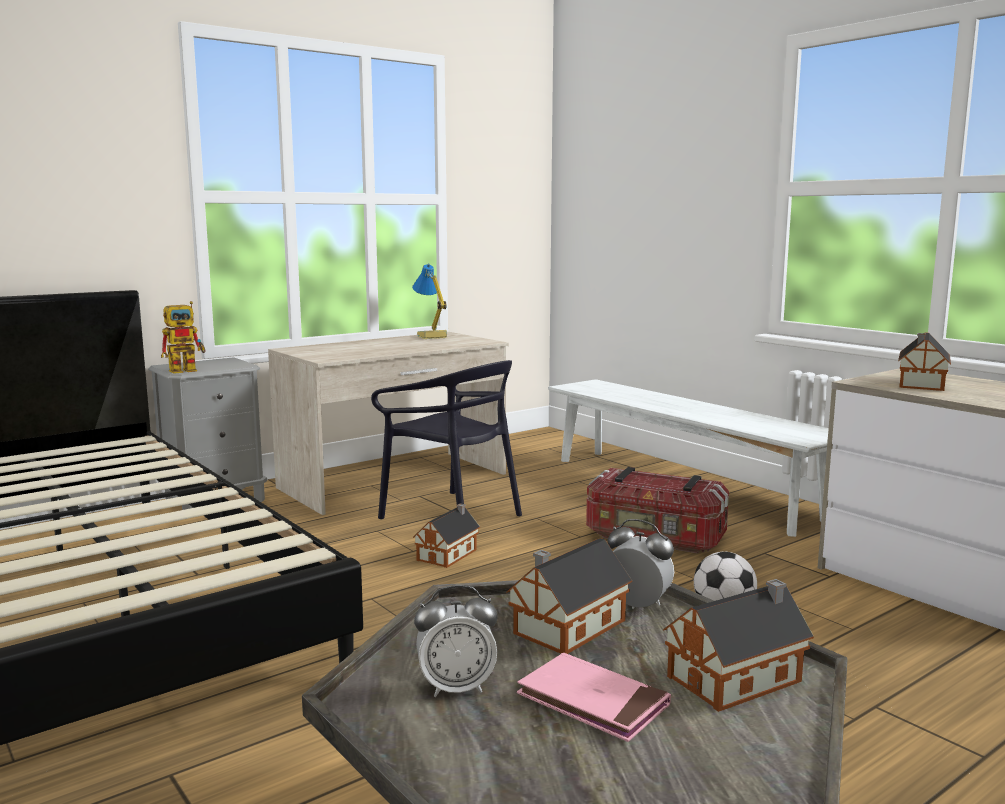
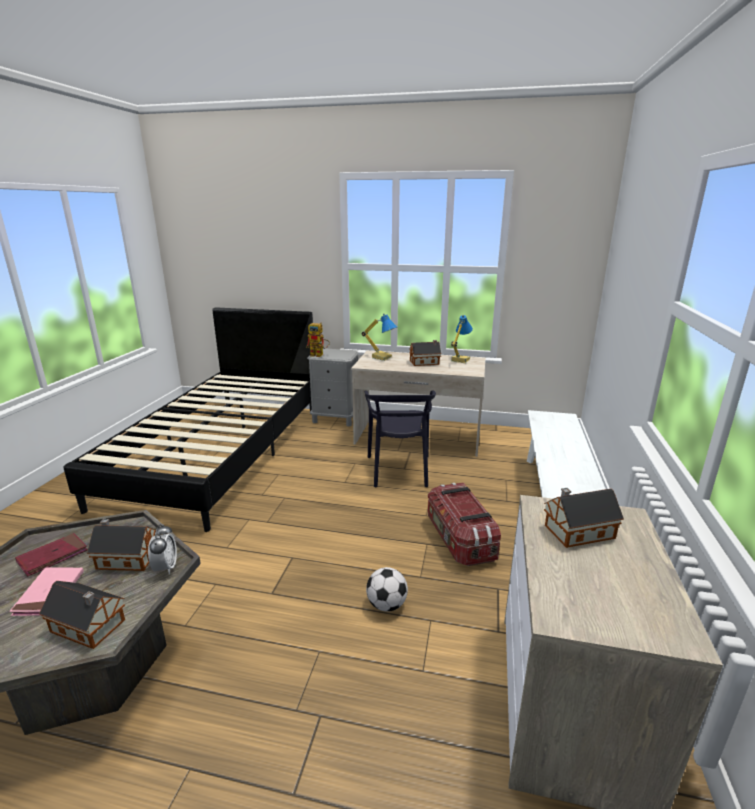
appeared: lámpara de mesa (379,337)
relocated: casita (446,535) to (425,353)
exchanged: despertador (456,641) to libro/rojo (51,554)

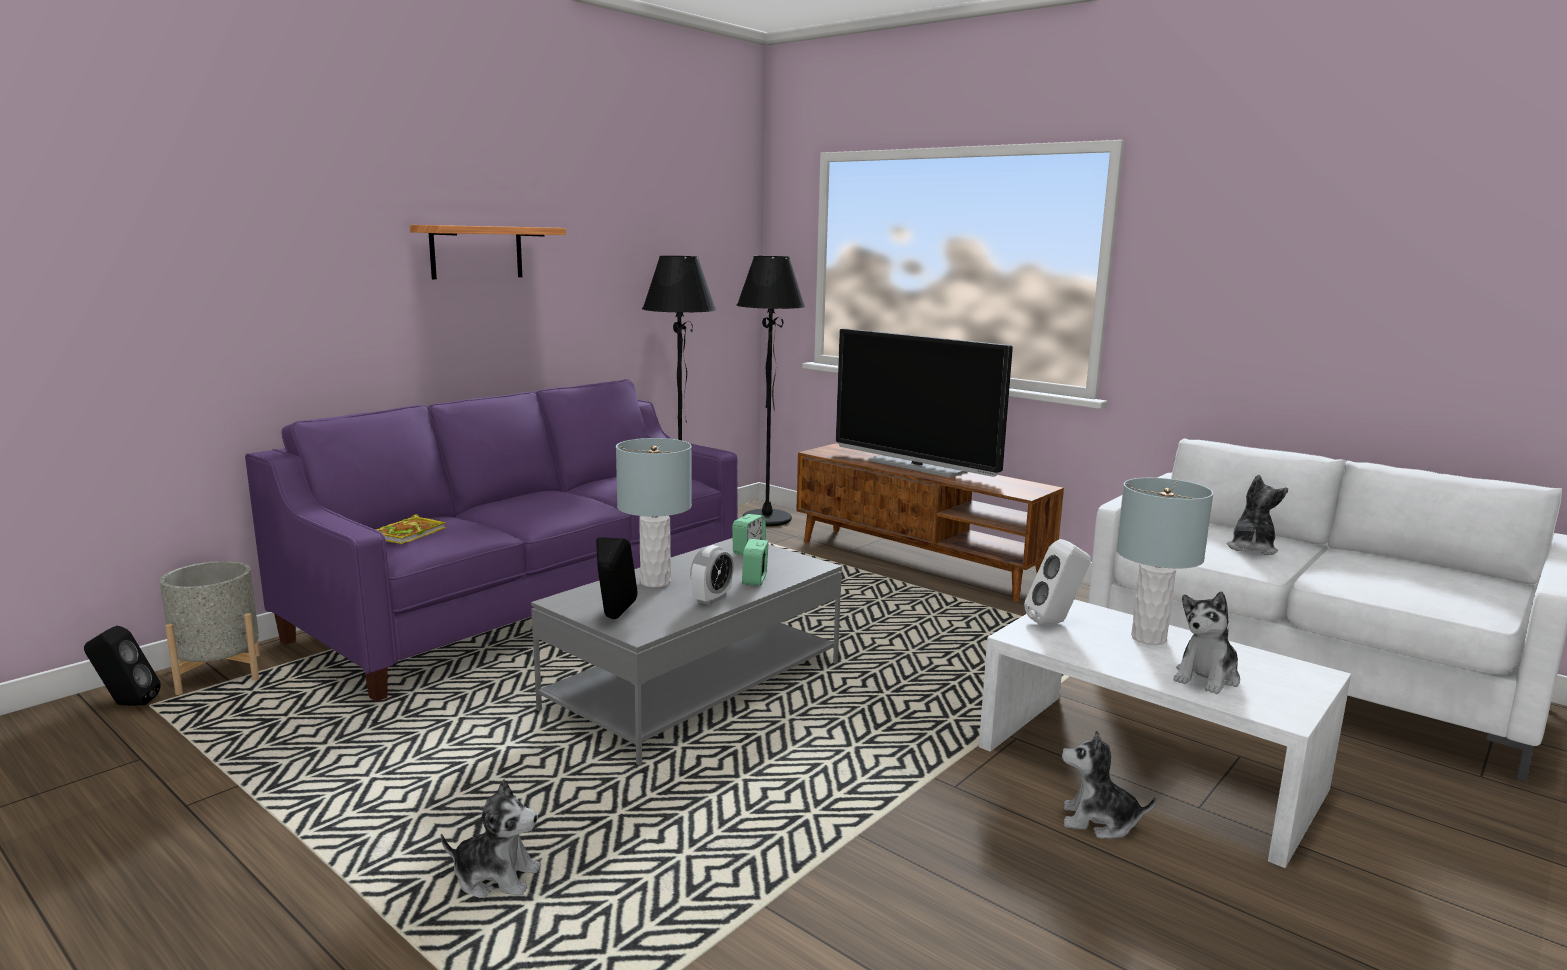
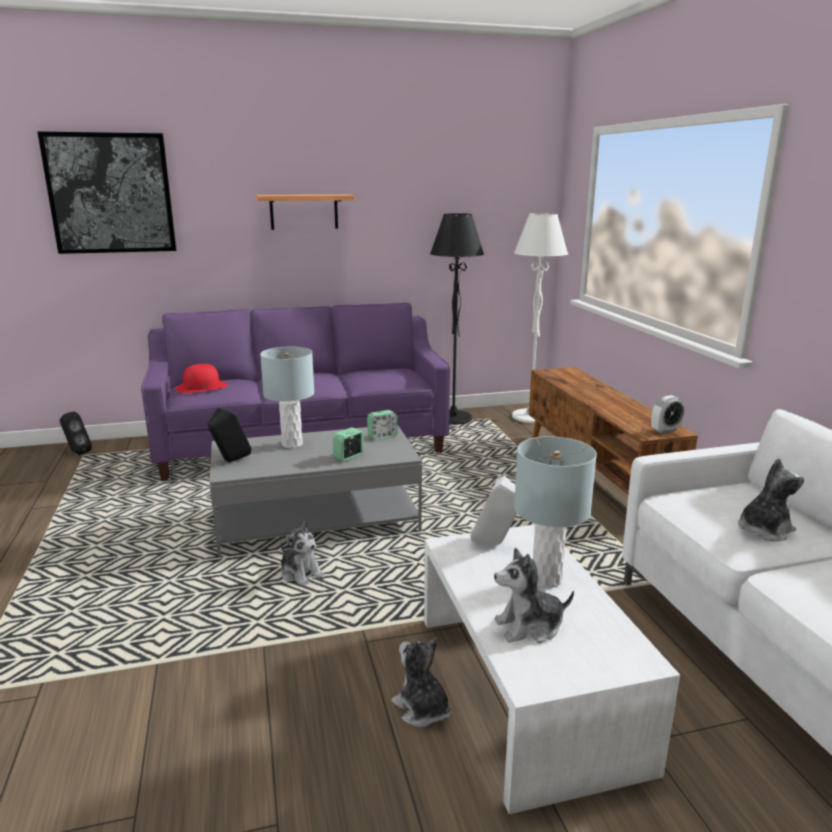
missing: maceta/gris (210,628); televisor (924,403)
appeared: cuadro (106,192)
relocated: peluche (491,838) to (302,553); despertador (712,575) to (667,414)
exchanged: libro (410,529) to sombrero/rojo (202,378)
colour: lámpara de pie/negro (771,391) to lámpara de pie/blanco (540,318)

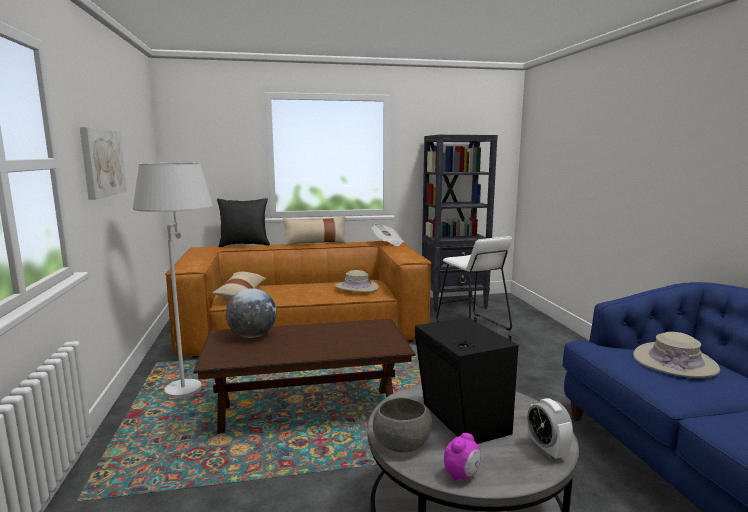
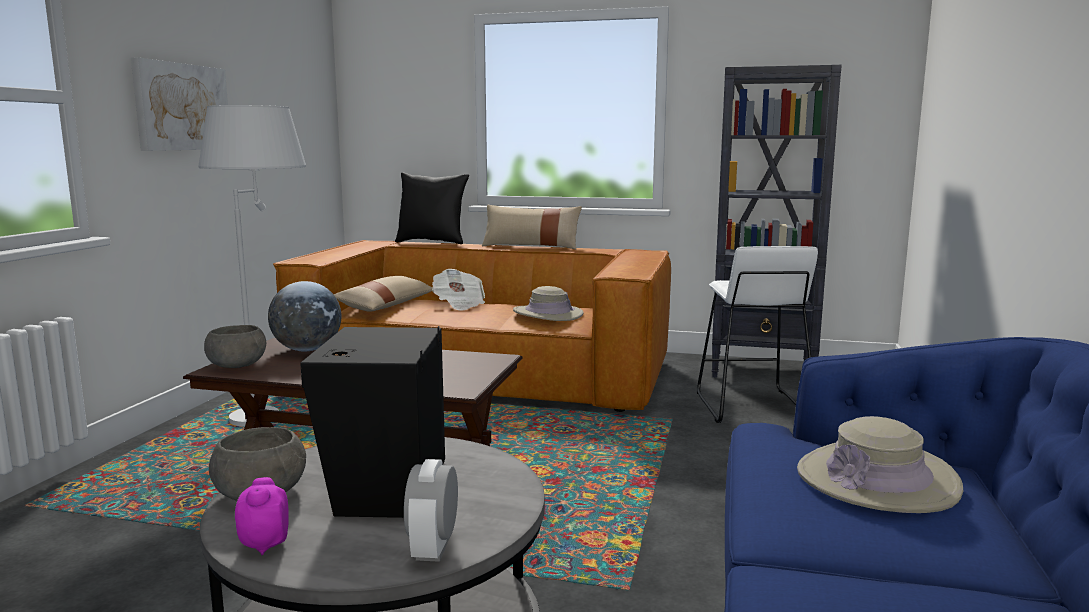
appeared: cuenco/gris (235,346)
relocated: periódico (388,235) to (458,290)
spun: despertador (462,457) = (262,516) 105 degrees clockwise

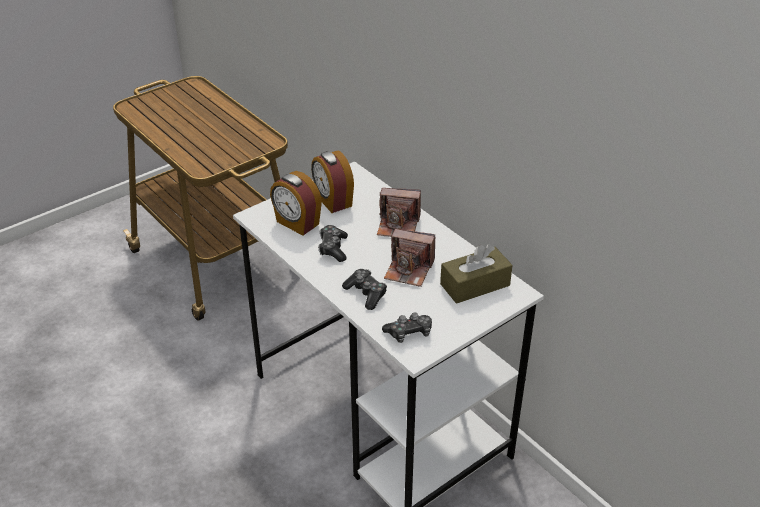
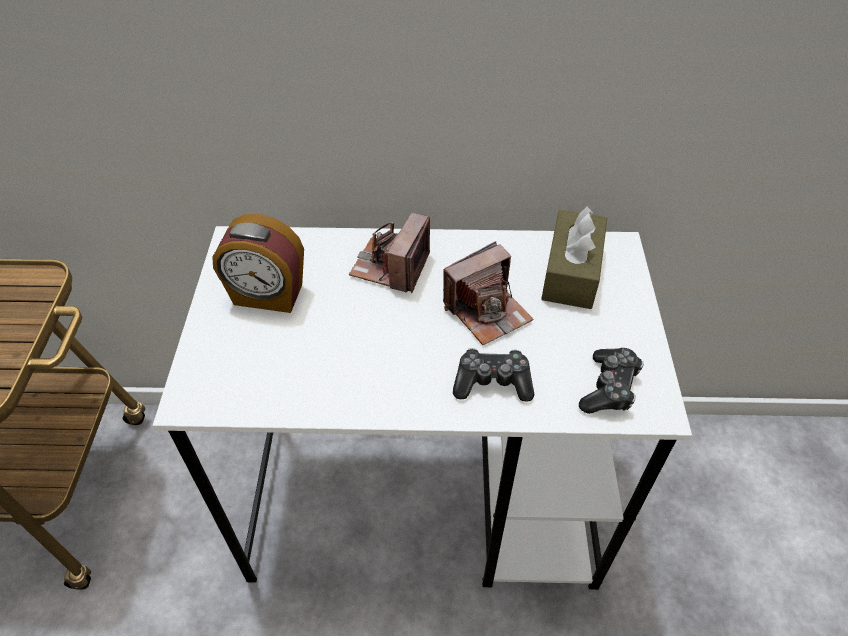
missing: despertador (296,203); mando de consola (333,243)
spun: cámara (399,212) = (389,252) 150 degrees clockwise

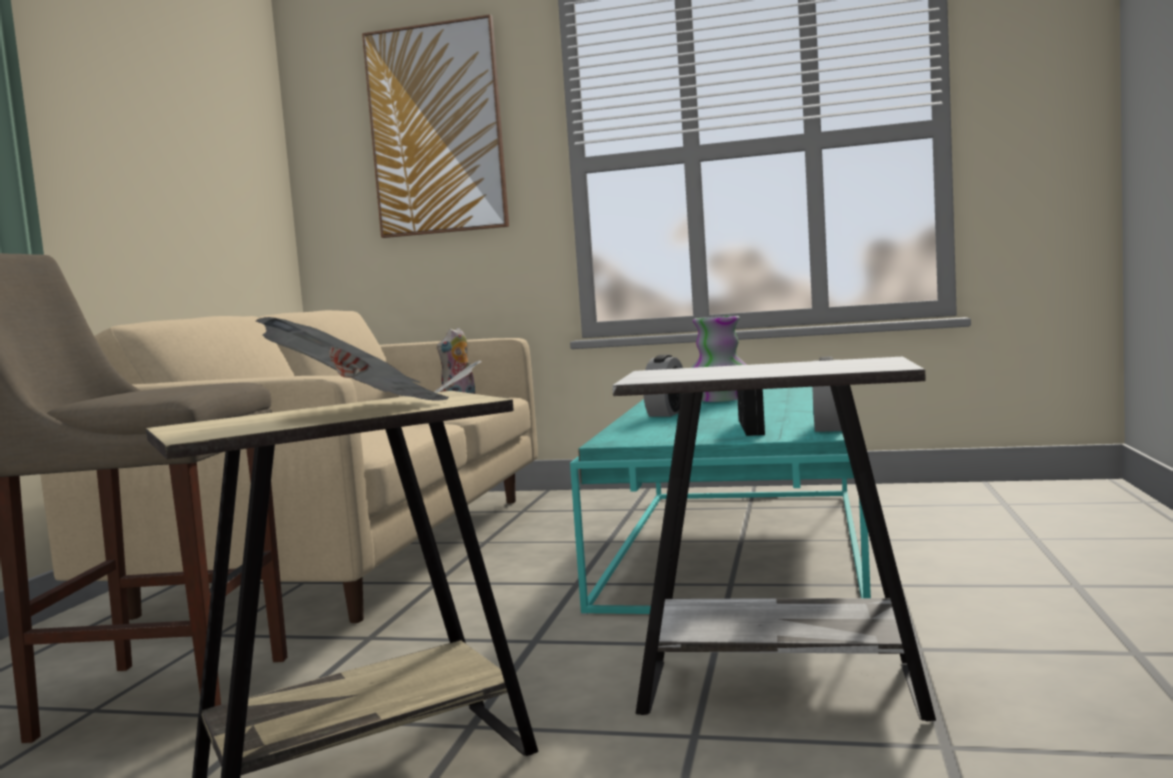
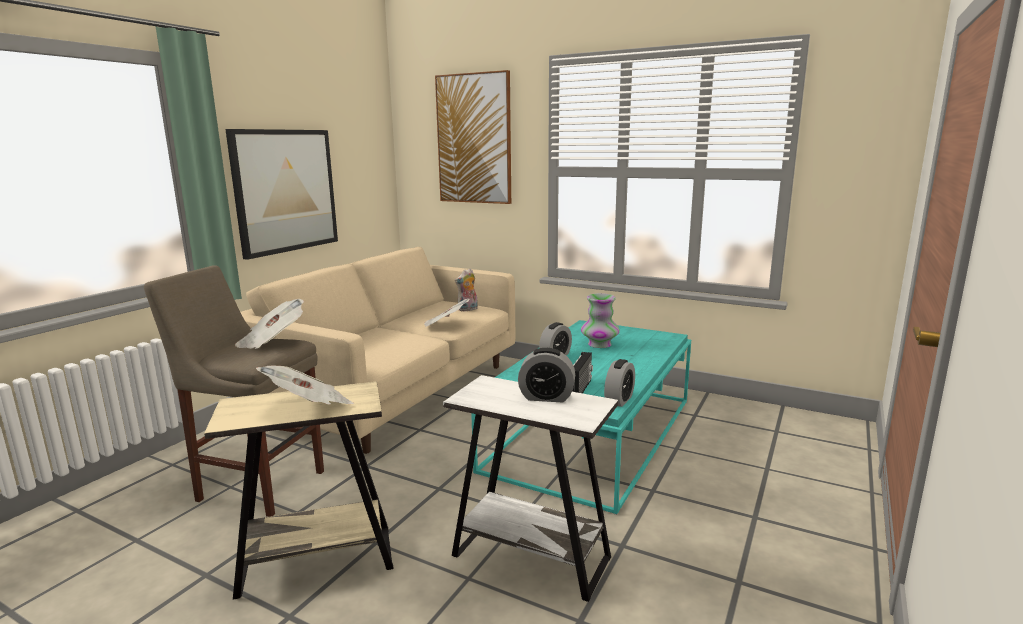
appeared: cuadro (281,194); periódico (269,324); despertador (546,375)

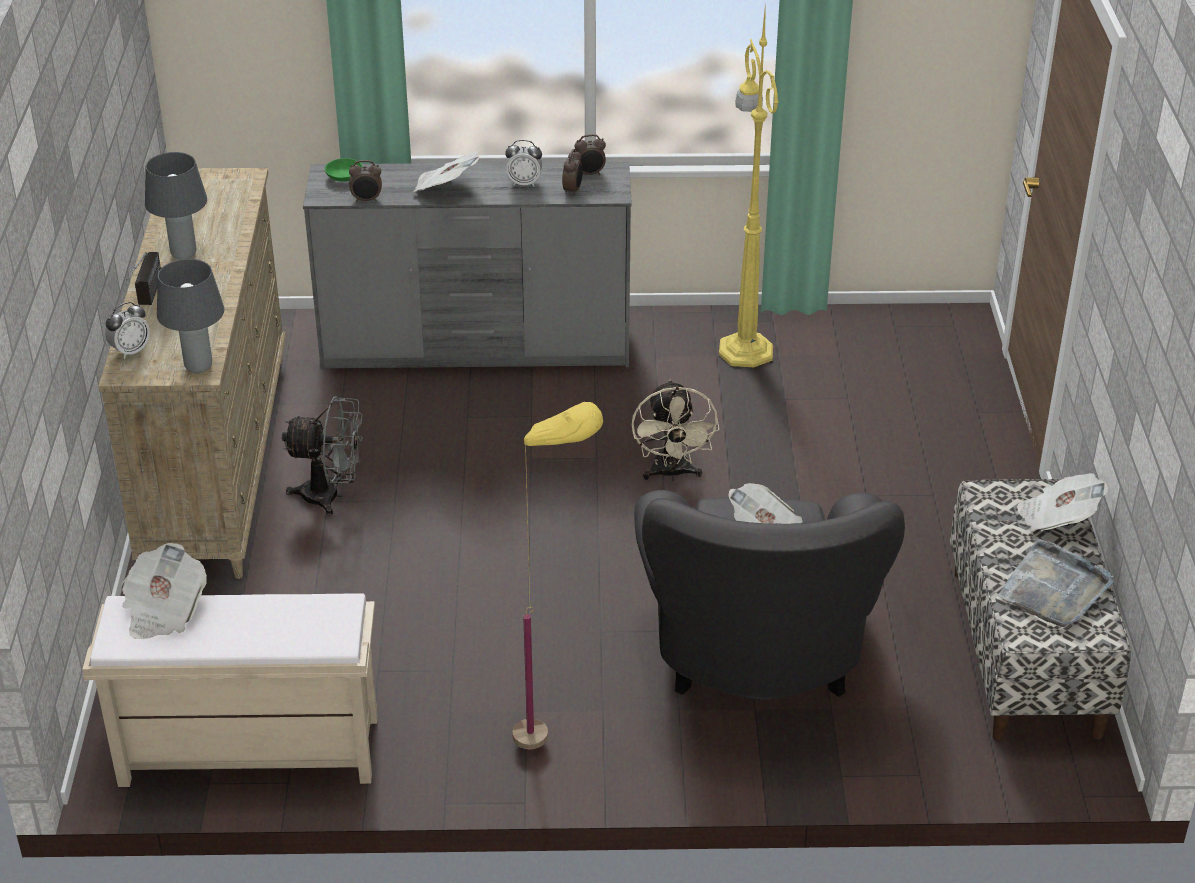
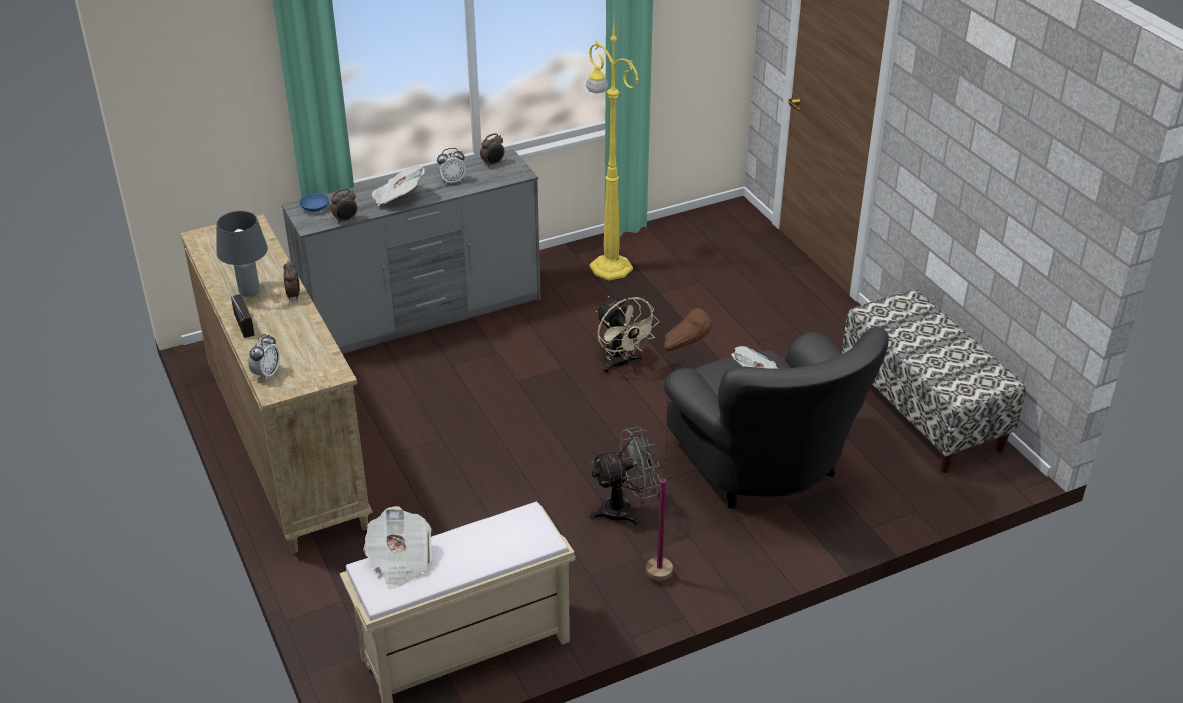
missing: lámpara de mesa/gris (190,316); bandeja/gris (1056,583); periódico (1062,502)
relocated: despertador (572,172) to (291,280); ventilador/gris (322,456) to (625,476)
colour: cuenco/verde (344,170) to cuenco/azul (314,202); lámpara de pie/amarillo (557,575) to lámpara de pie/marrón (679,444)

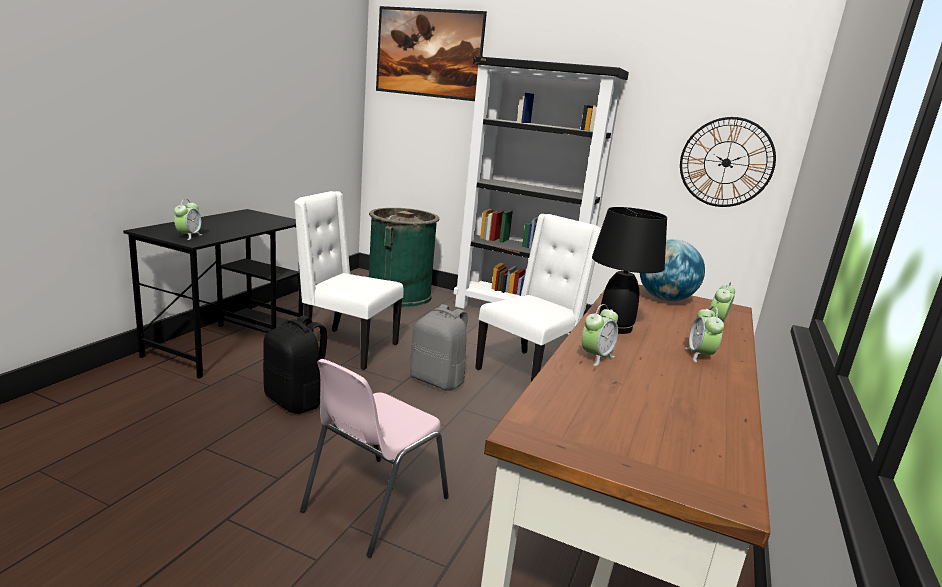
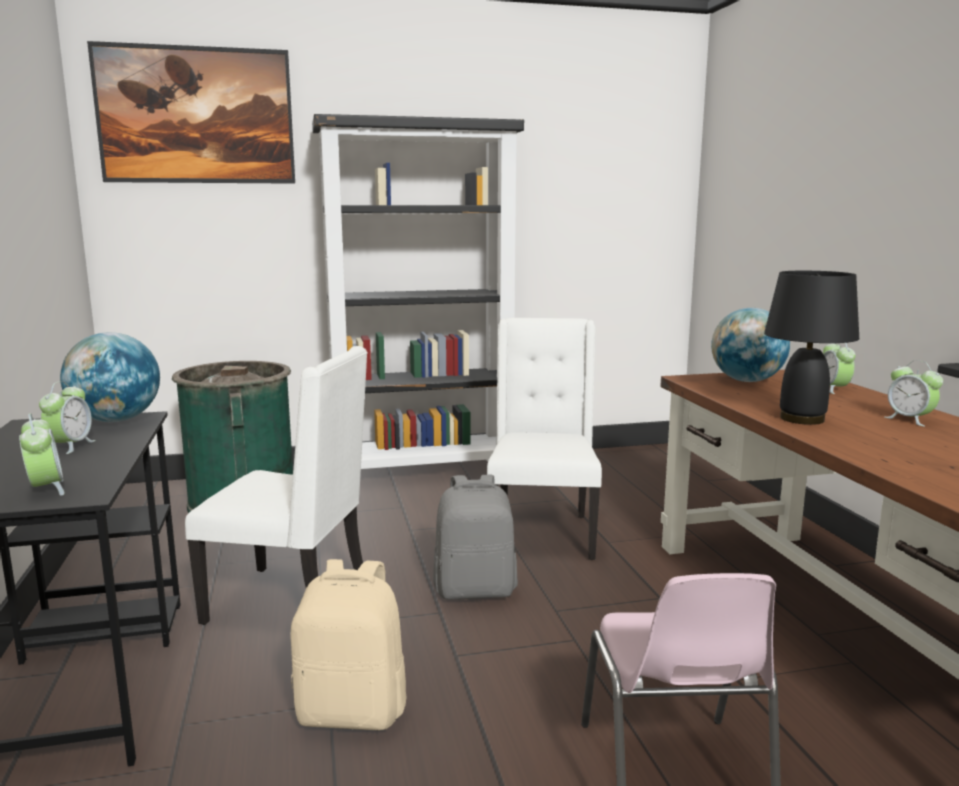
missing: reloj de pared (728,162)
appeared: globo terráqueo (110,377)
relocated: despertador (600,335) to (67,417)
colour: mochila/negro (295,365) to mochila/beis (349,644)
spun: silla/blanco (349,280) = (276,485) 150 degrees counterclockwise

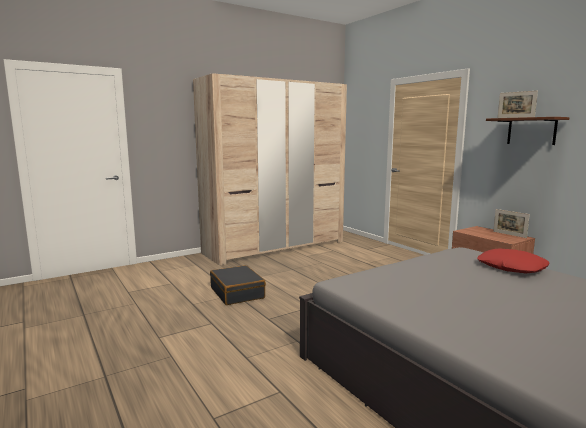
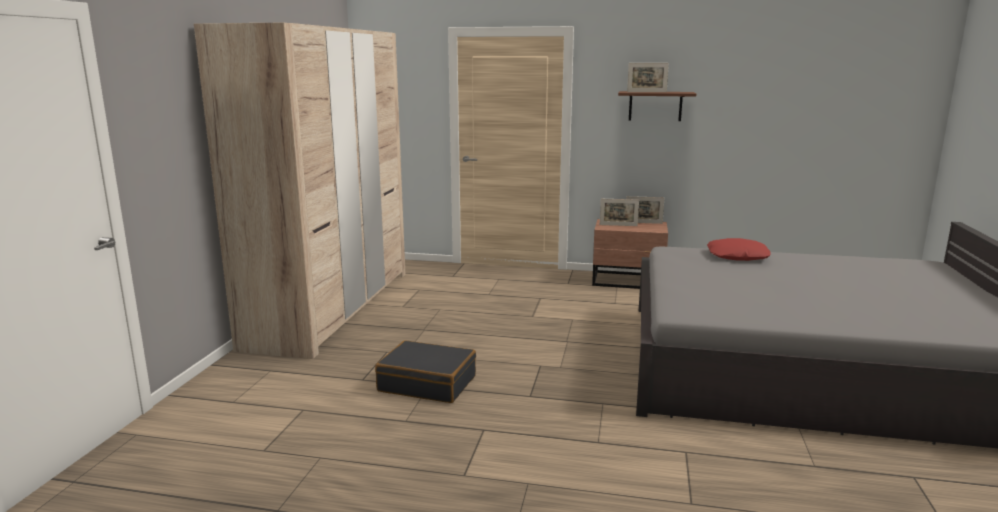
appeared: portarretratos (619,212)

